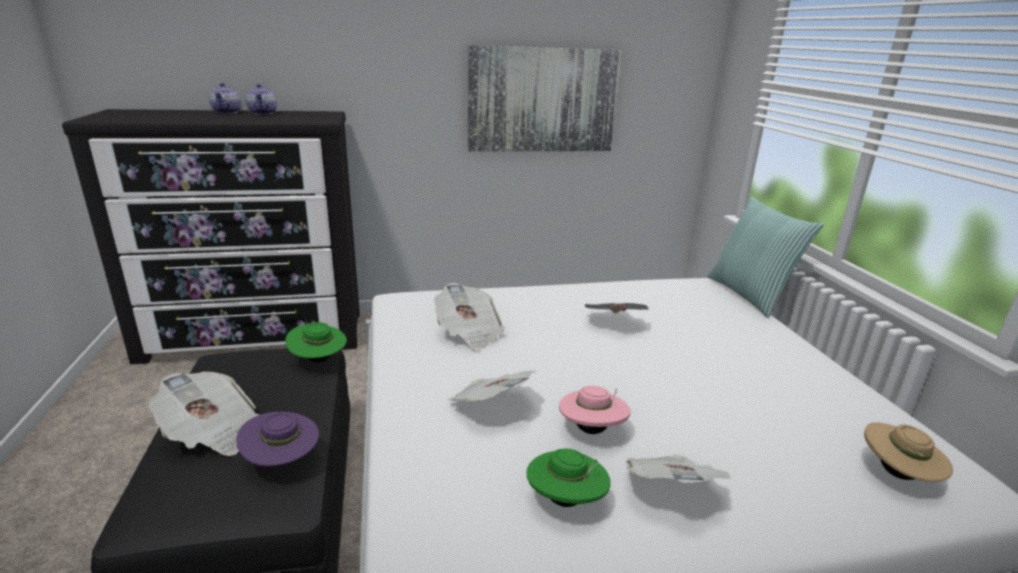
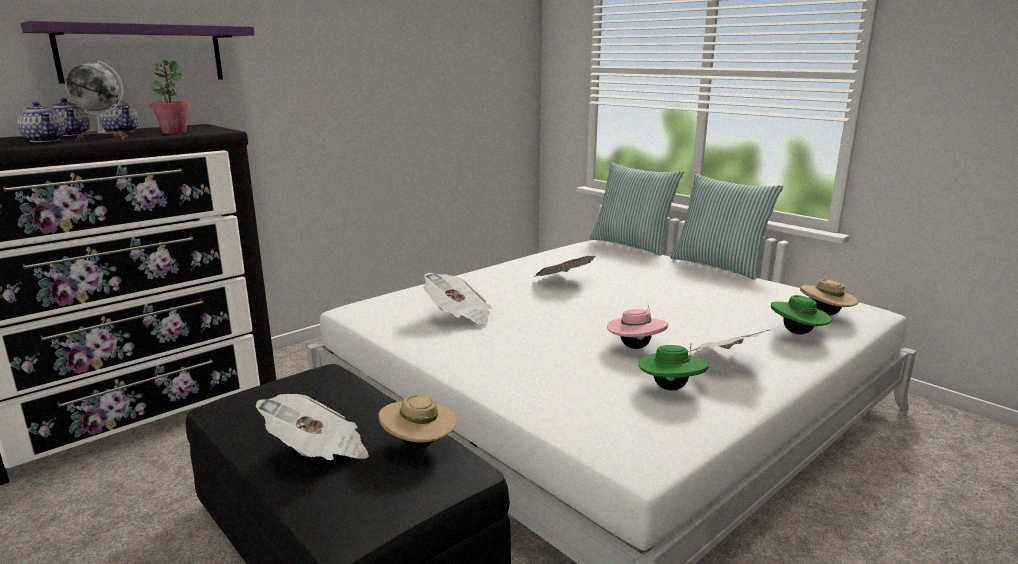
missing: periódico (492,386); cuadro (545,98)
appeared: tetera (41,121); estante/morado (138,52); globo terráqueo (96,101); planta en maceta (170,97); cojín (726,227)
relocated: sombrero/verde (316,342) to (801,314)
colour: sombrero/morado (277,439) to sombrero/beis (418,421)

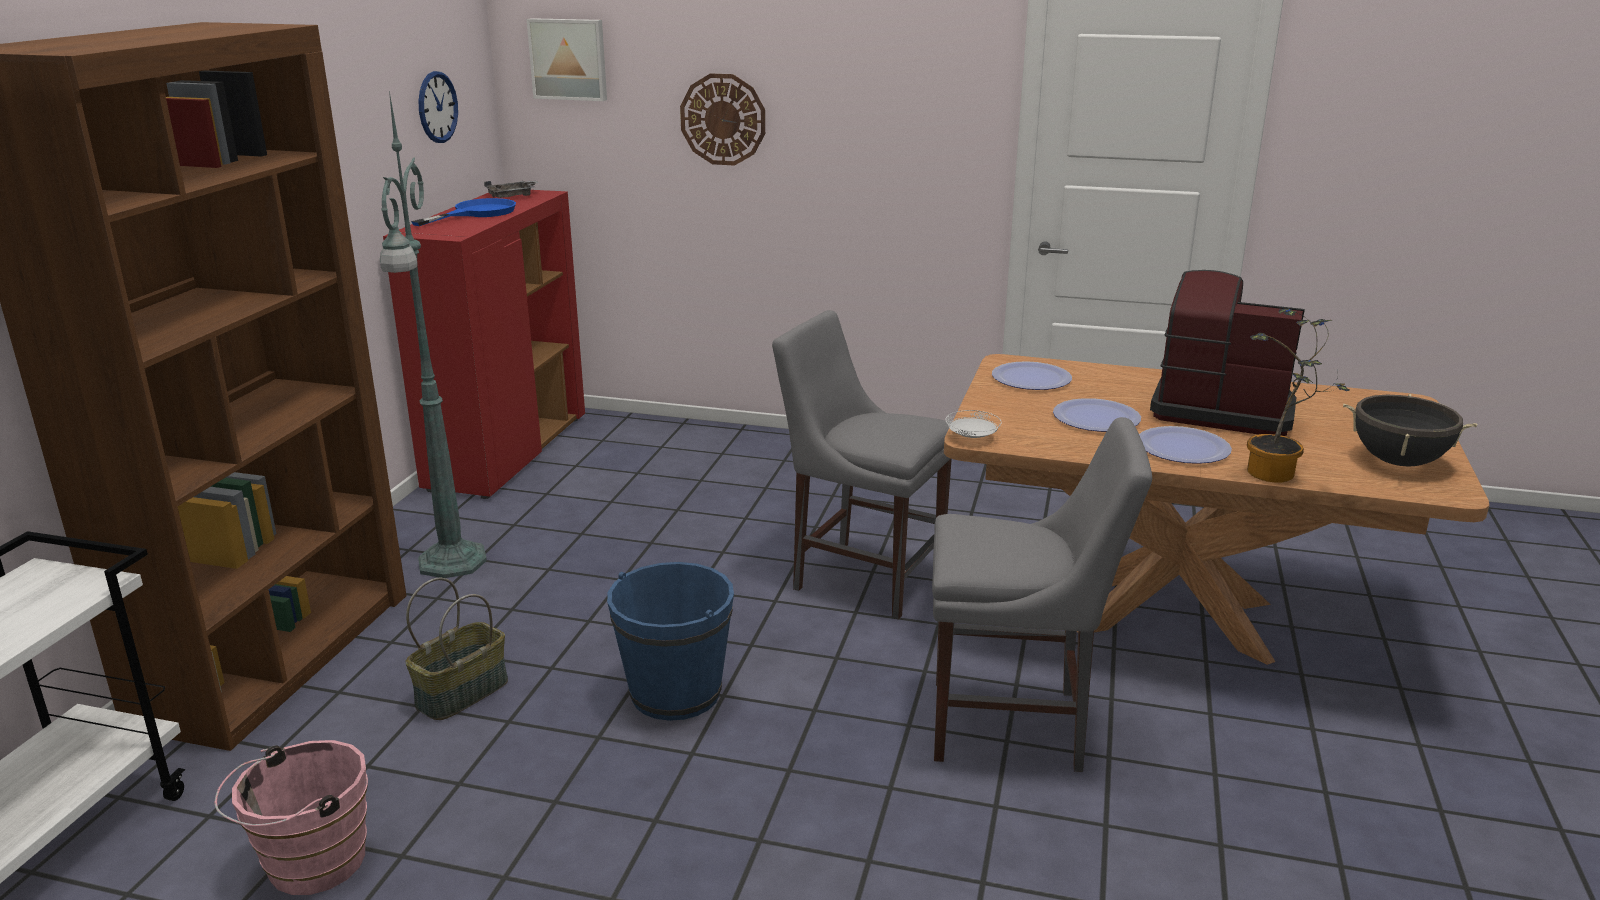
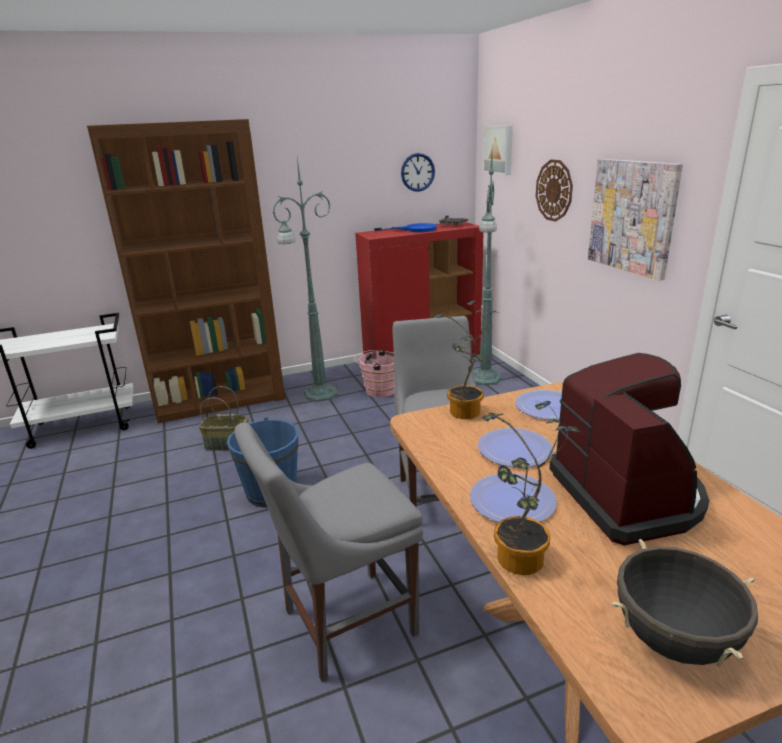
missing: plato/blanco (973,424)
appeared: planta en maceta (464,359); lámpara de pie/verde (487,269); cuadro (635,220)
relocated: cubo/rosa (291,817) to (374,373)
spun: silla/gris (1042,594) = (328,552) 90 degrees clockwise

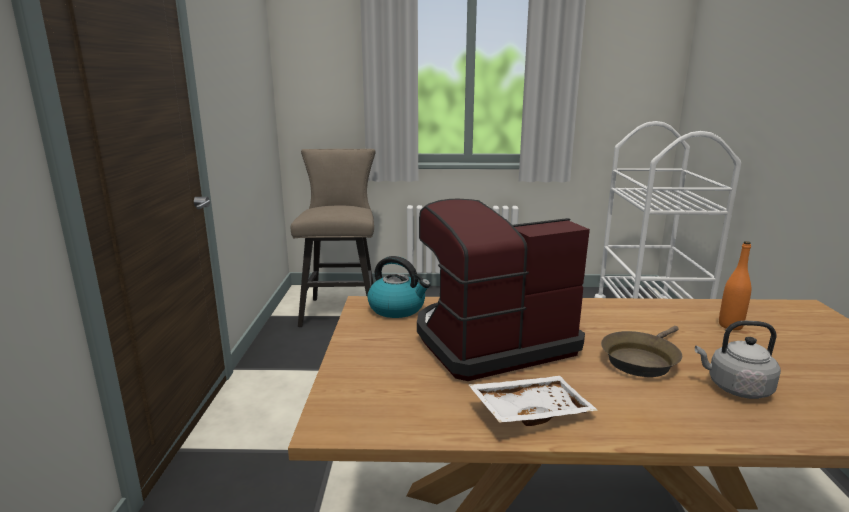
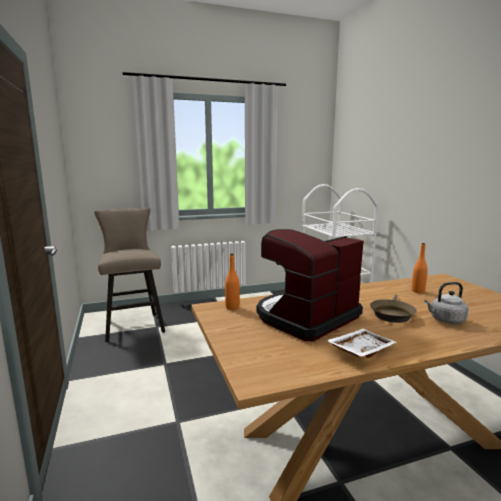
exchanged: hervidor (399,287) to botella/naranja (232,282)

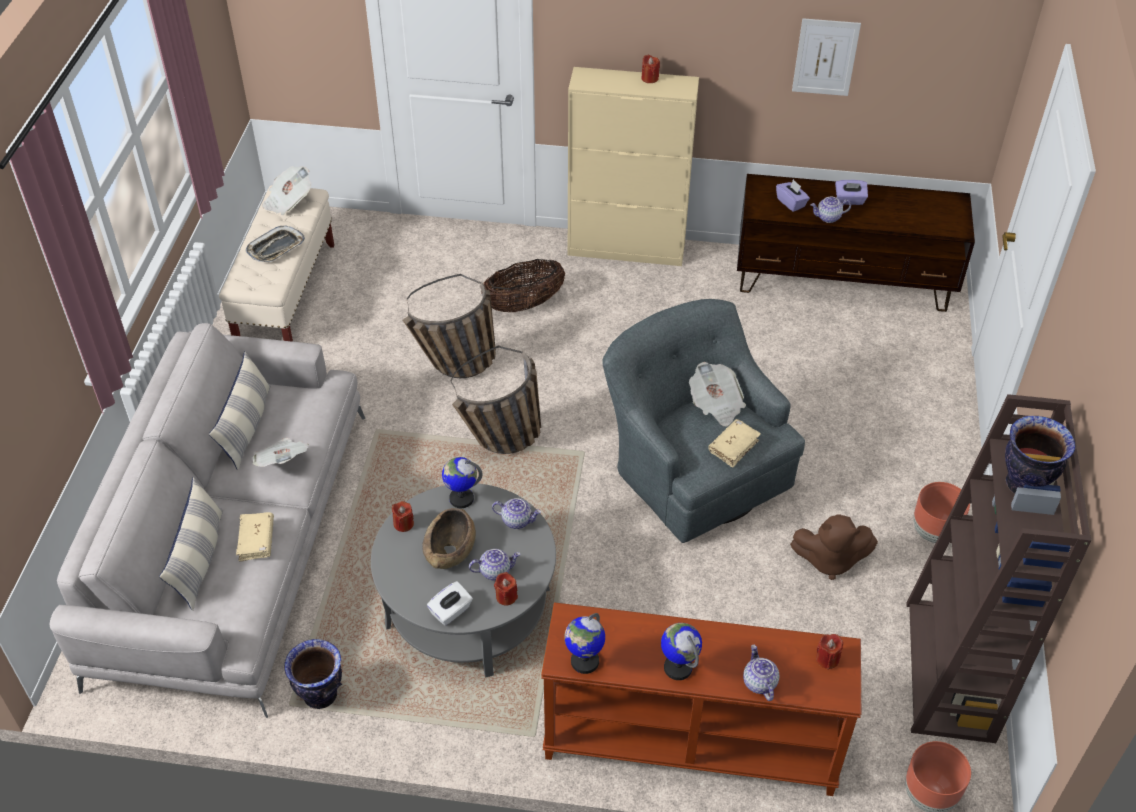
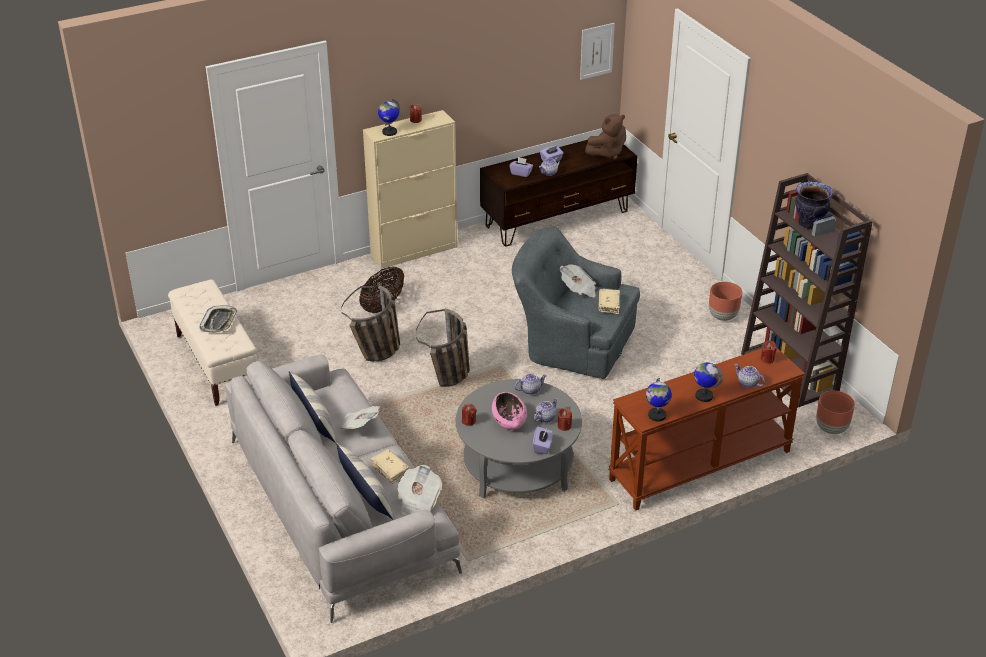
missing: florero (313,674)
relocated: globo terráqueo (462,482) to (389,117); periódico (286,190) to (419,490); cuadro (826,57) to (597,51); peluche/marrón (834,547) to (605,136)
colour: cuenco/marrón (449,538) to cuenco/rosa (509,411); caja de pañuelos/blanco (450,603) to caja de pañuelos/morado (543,440)

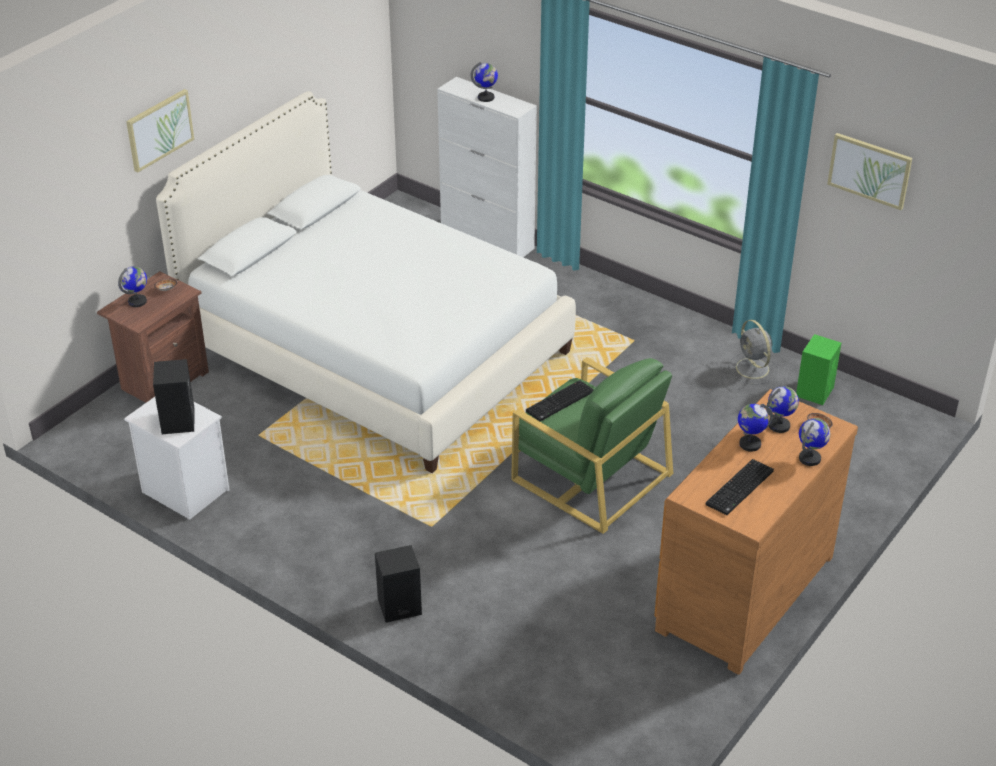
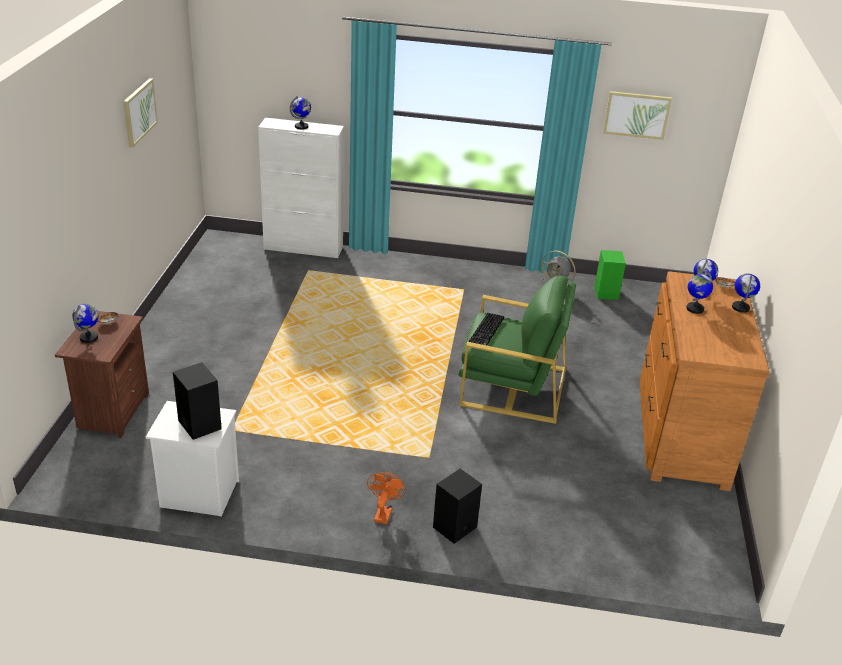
missing: cama/blanco (366,282); teclado (740,487)
appeared: ventilador/naranja (386,498)
relocated: cuadro (160,131) to (141,113)

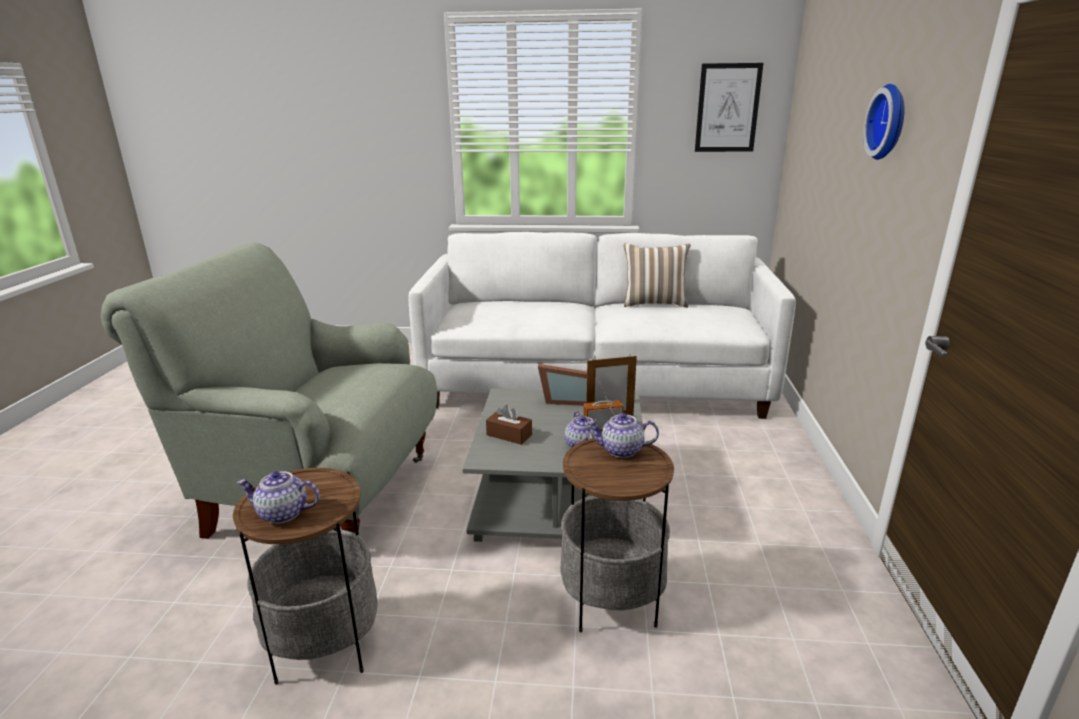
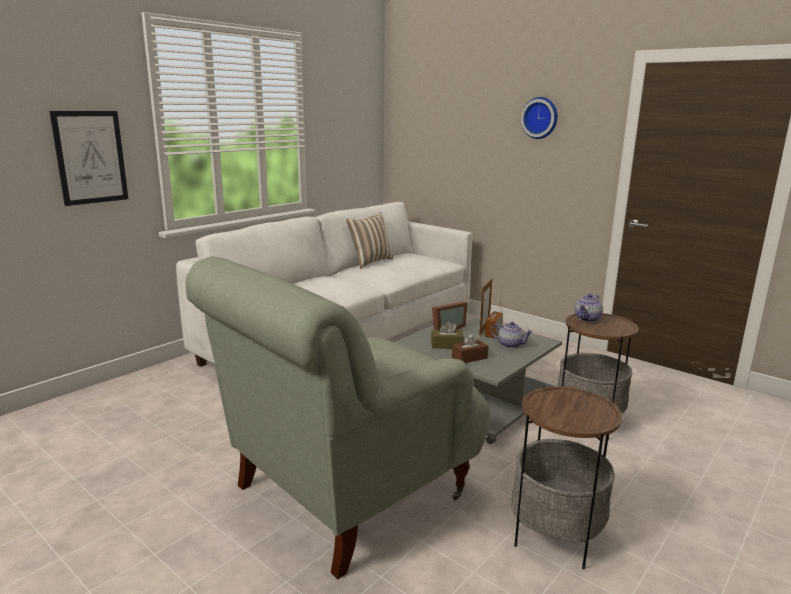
missing: tetera (278,497)
appeared: caja de pañuelos/marrón (447,335)
relocated: cuadro (729,107) to (88,158)

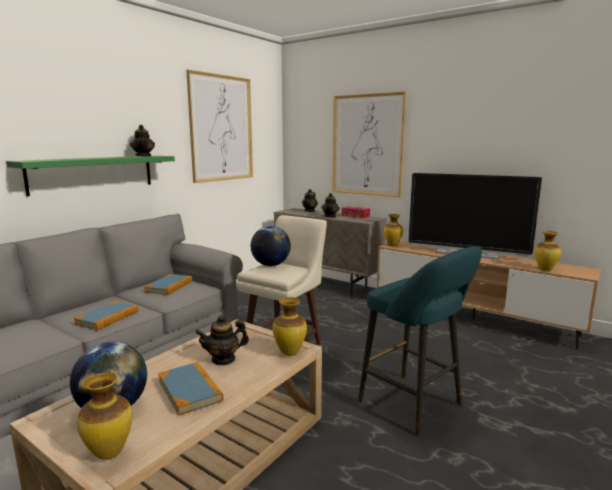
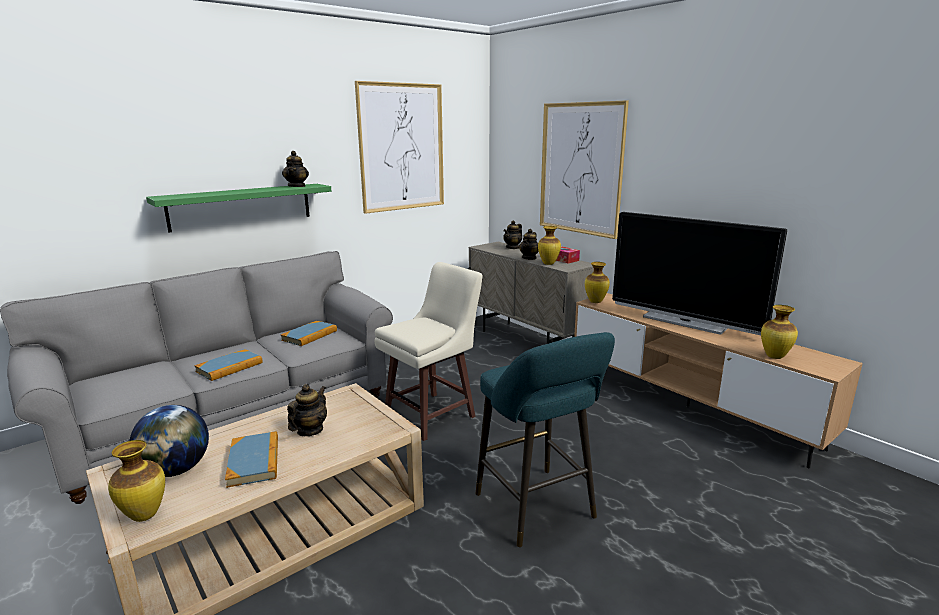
missing: globo terráqueo (271,246)
relocated: florero (290,326) to (549,245)
spun: tetera (222,340) = (307,410) 120 degrees clockwise

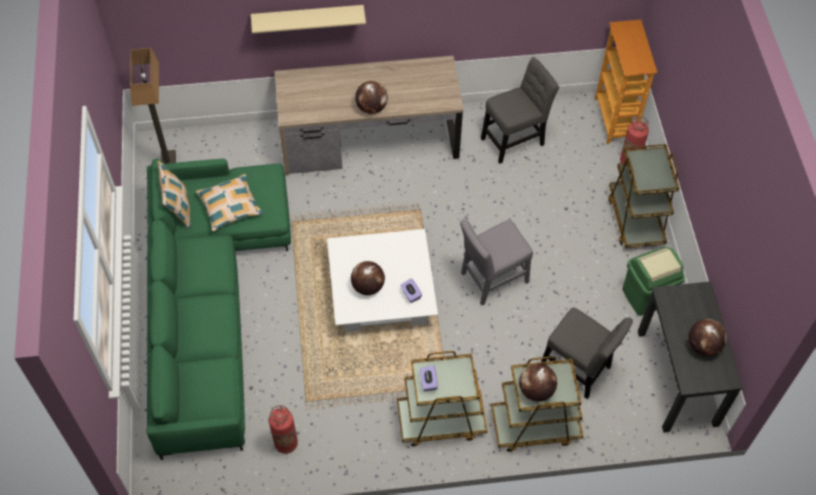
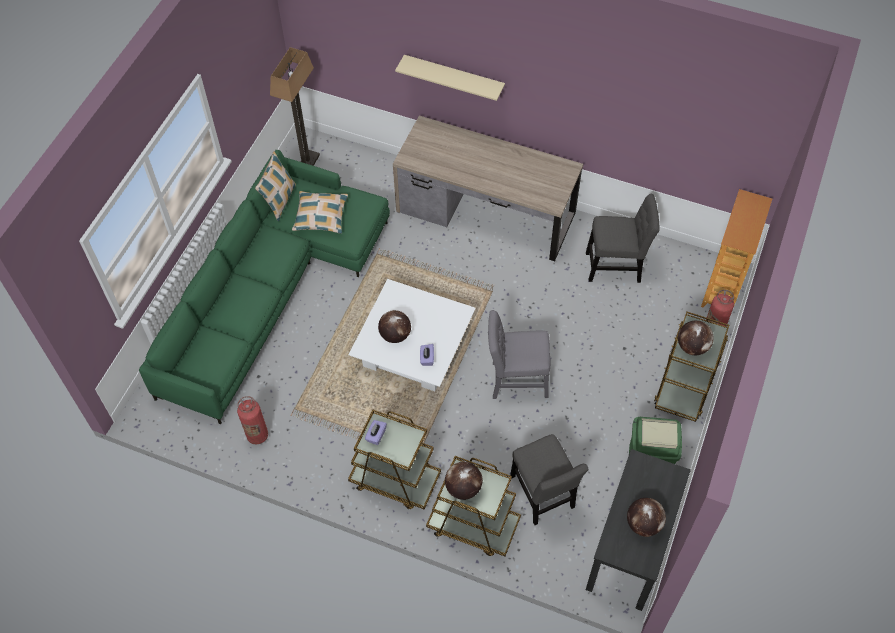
relocated: globo terráqueo (371,97) to (696,338)

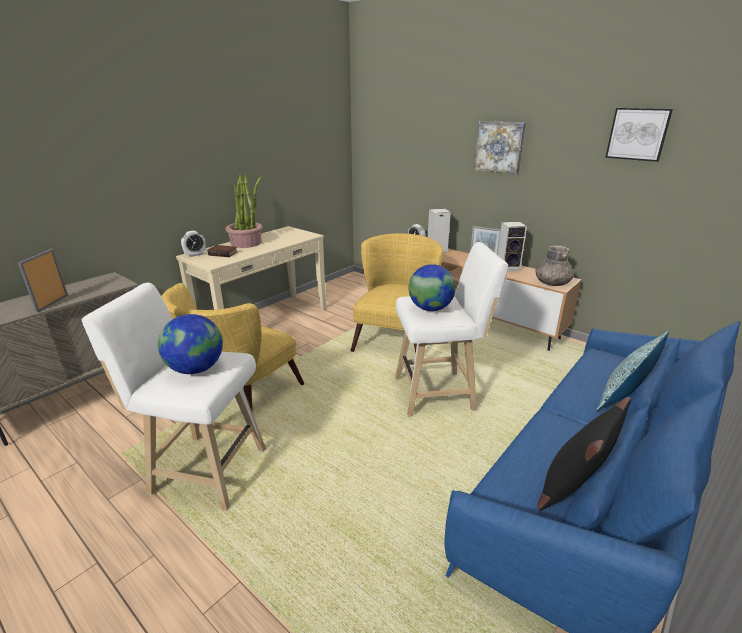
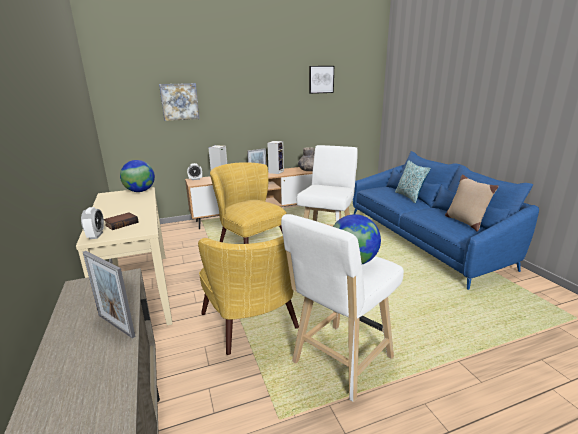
missing: planta en maceta (244,211)
relocated: globo terráqueo (432,287) to (137,176); cuadro (500,148) to (179,102)
colour: cojín/negro (584,454) to cojín/beis (471,203)

